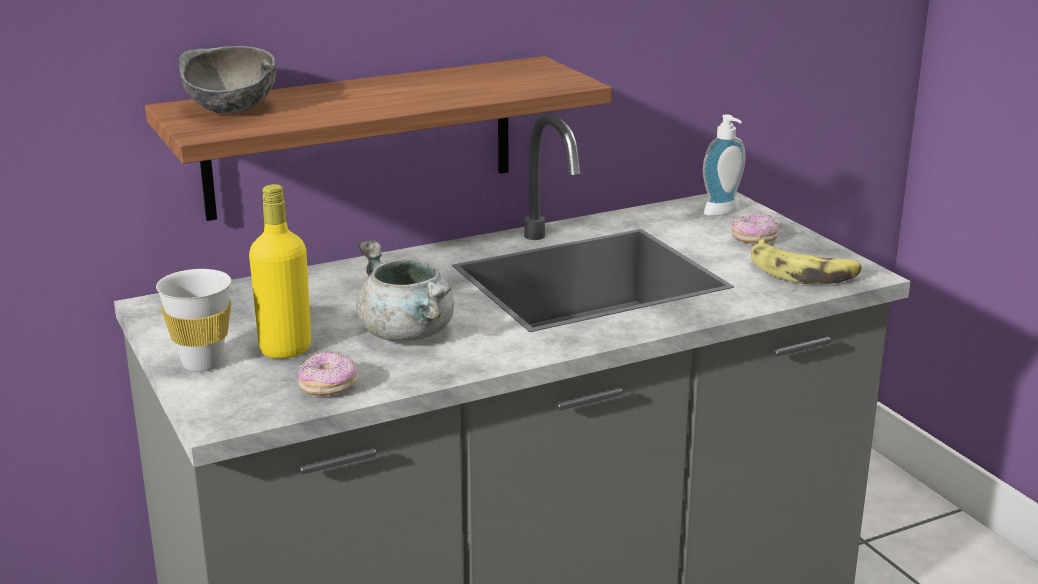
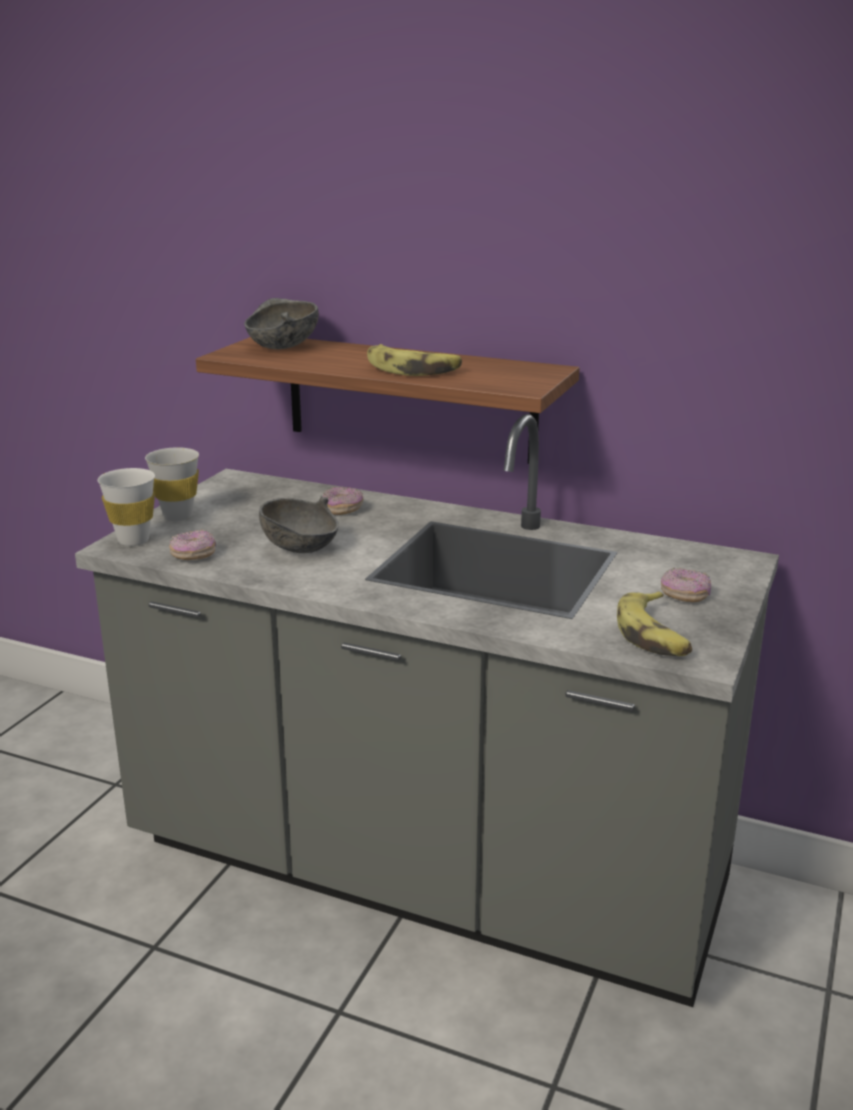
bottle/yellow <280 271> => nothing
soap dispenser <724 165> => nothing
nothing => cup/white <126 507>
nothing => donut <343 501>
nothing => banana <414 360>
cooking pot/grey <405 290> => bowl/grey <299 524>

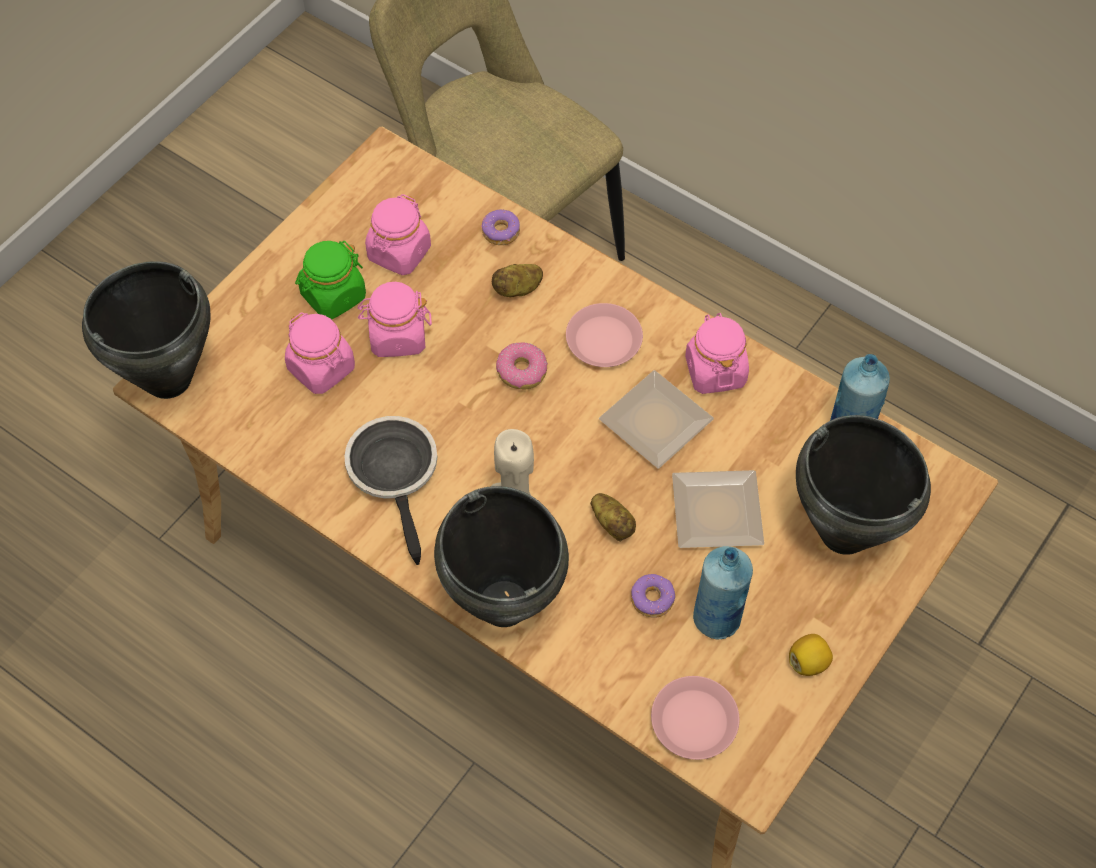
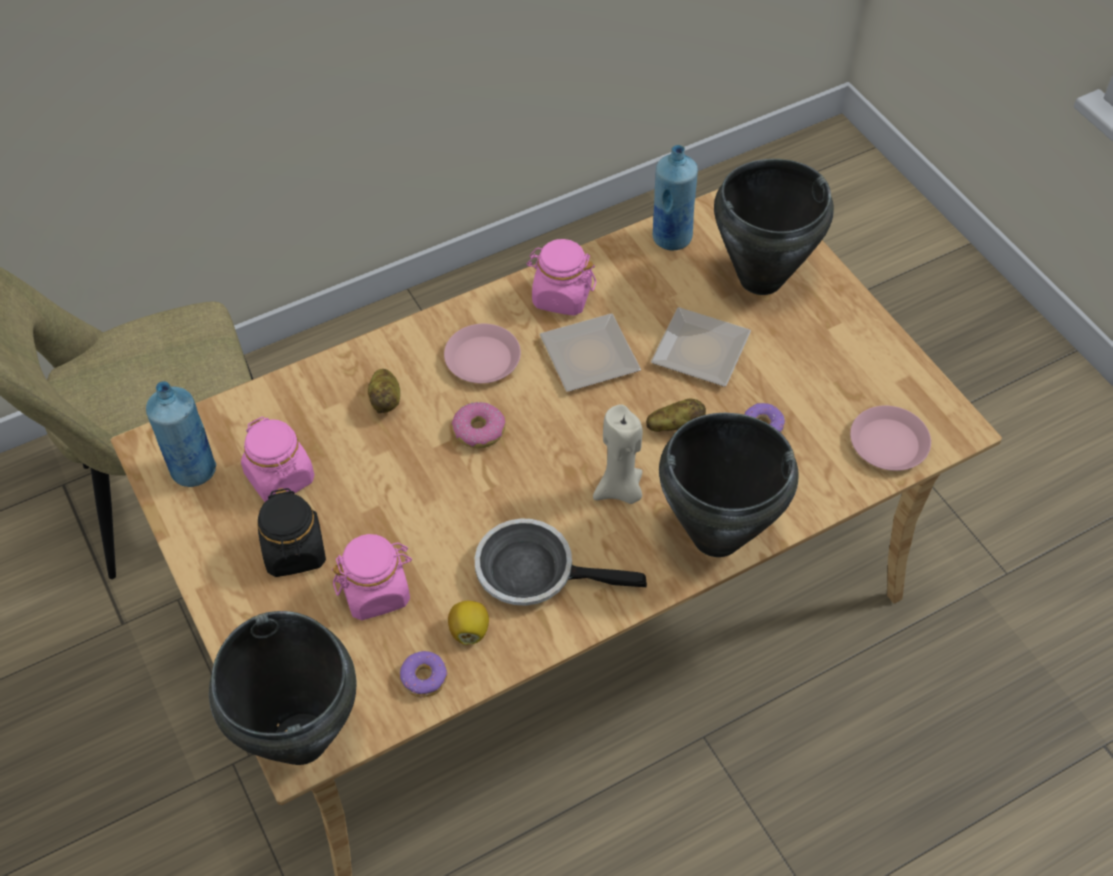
jar/pink <395 319> => nothing
donut <500 227> => donut <424 674>, relocated
bottle/blue <723 593> => bottle/blue <181 434>, relocated
lemon <811 655> => lemon <468 623>, relocated
jar/green <330 280> => jar/black <291 532>

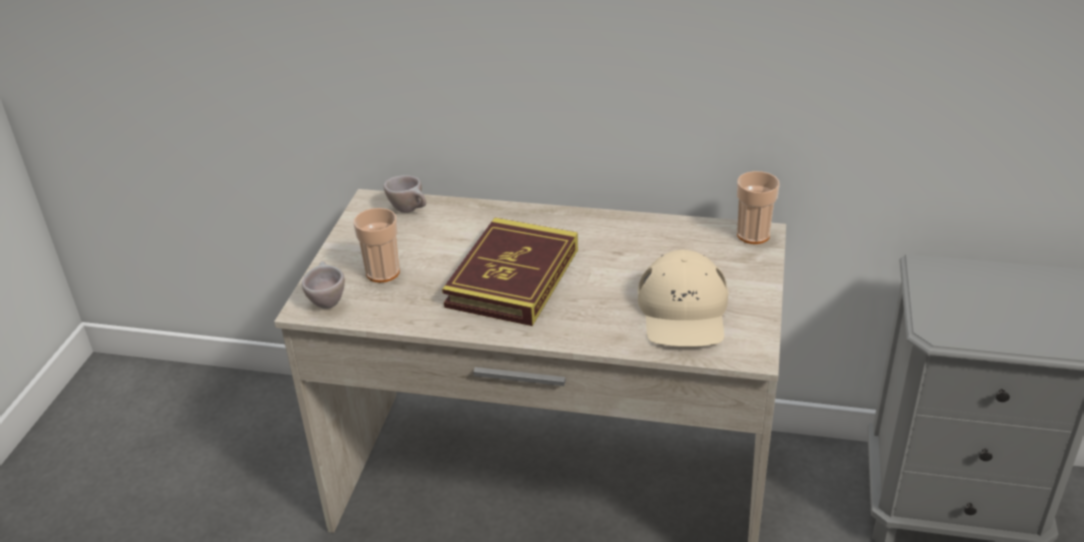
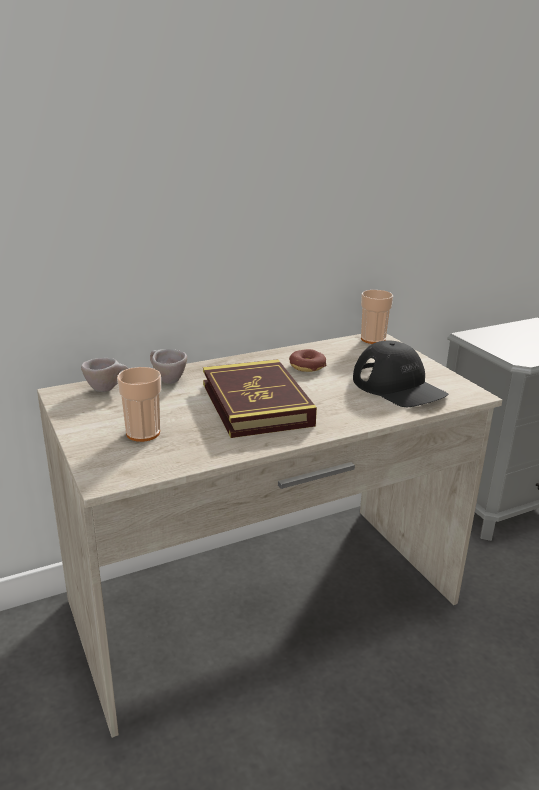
nothing => donut <307 360>
cup/beige <323 285> => cup/beige <168 366>, relocated
cap/beige <683 298> => cap/black <400 373>

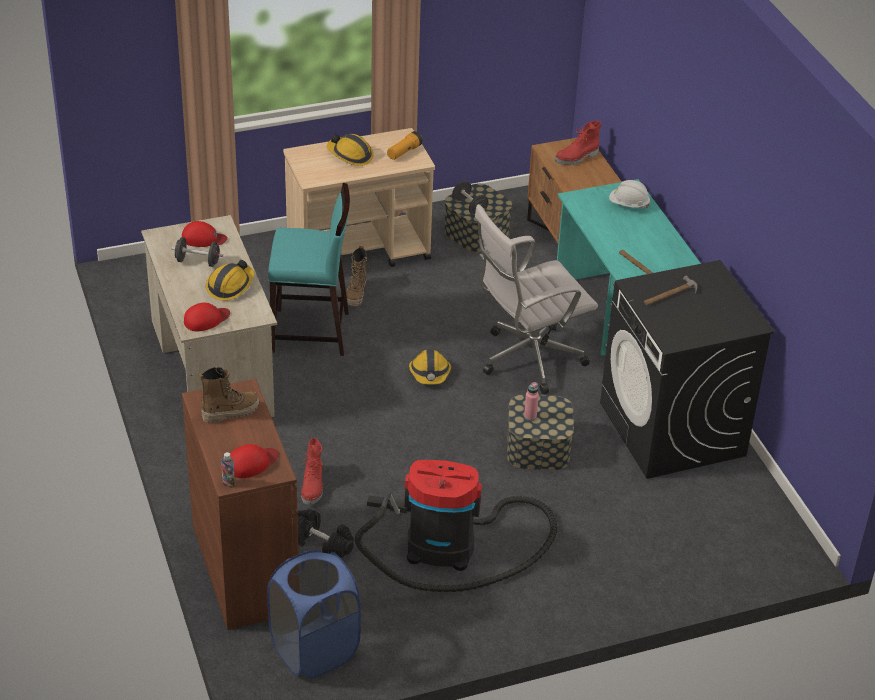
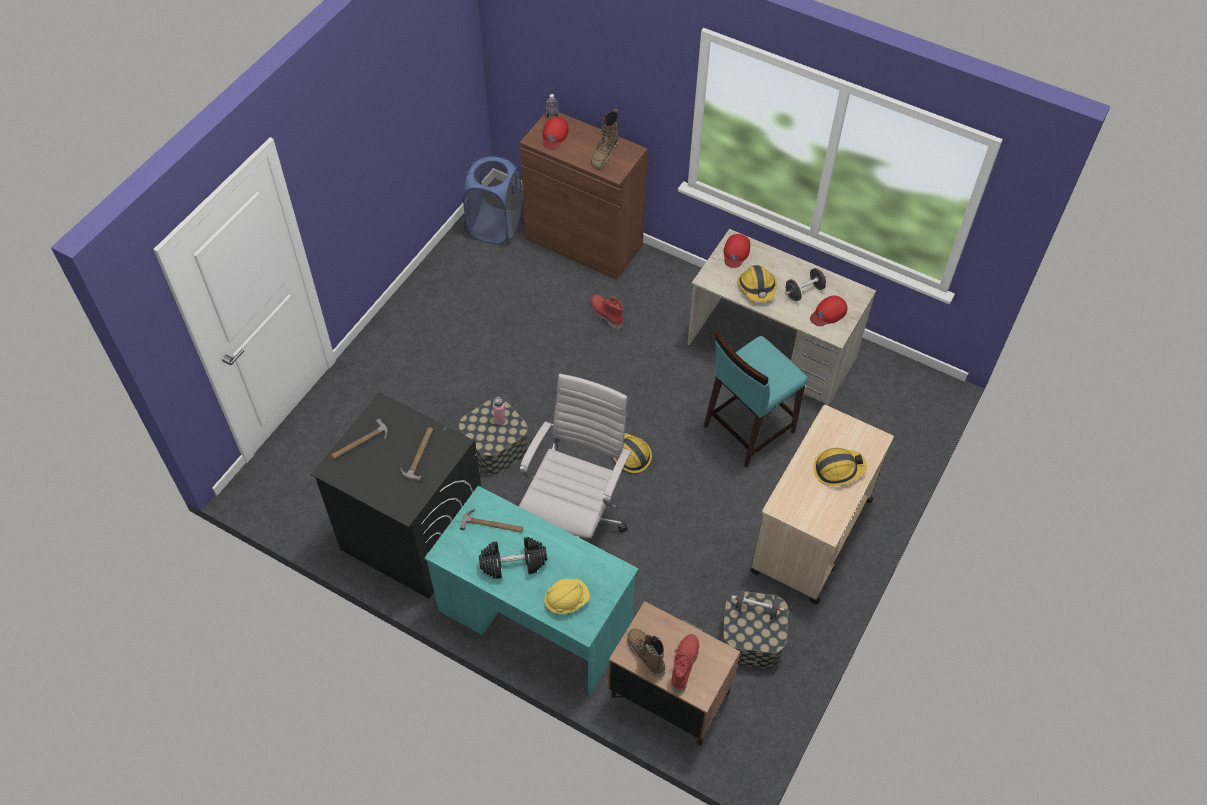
vacuum cleaner <456 526> => nothing
flashlight <405 145> => nothing
nothing => hammer <359 439>
dumbbell/black <326 533> => dumbbell/black <513 558>, relocated
boot <356 275> => boot <646 653>, relocated
hard hat/white <629 194> => hard hat/yellow <567 596>

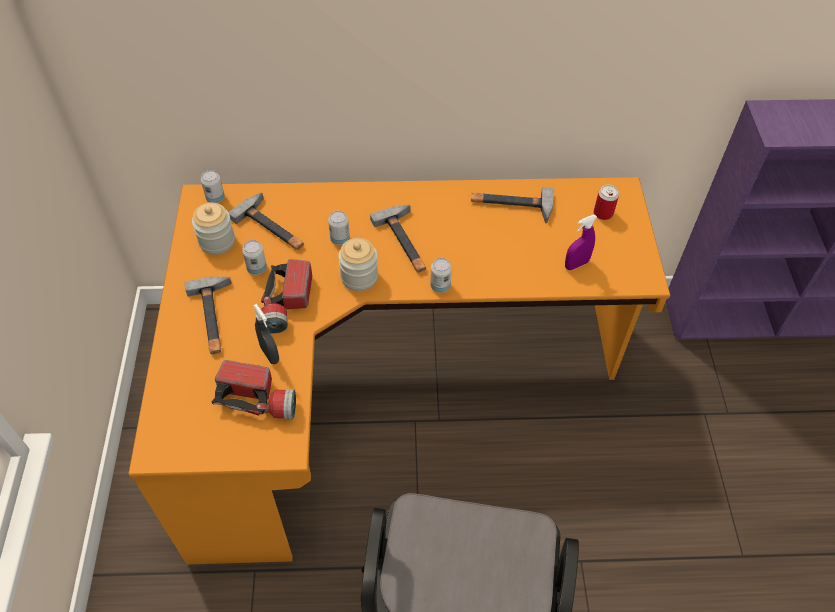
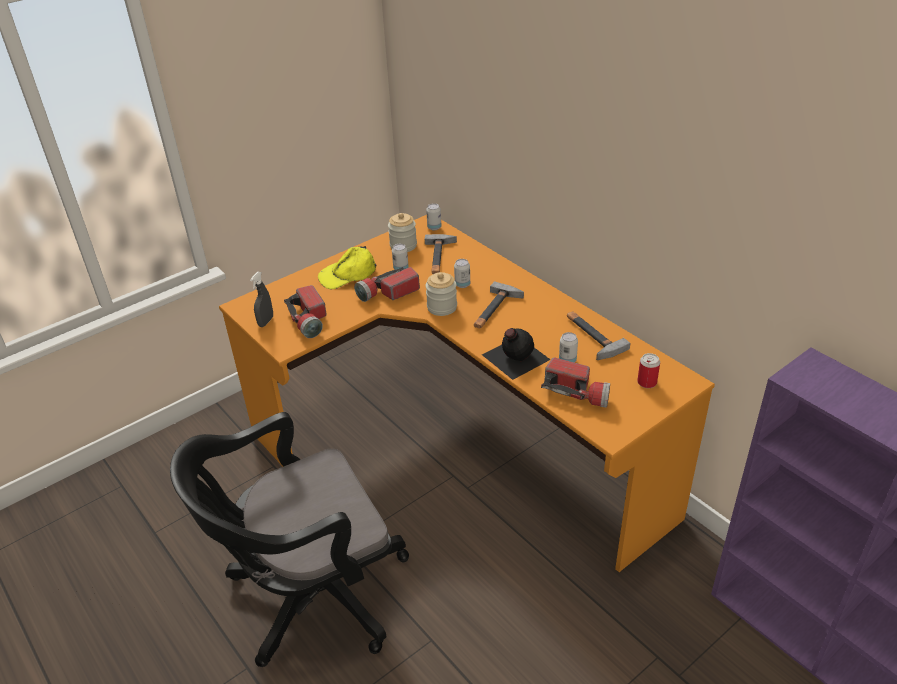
nothing => bottle/black <516 354>
spray bottle/grey <266 334> => spray bottle/grey <261 299>, relocated
can <441 275> => can <568 347>, relocated
hammer <208 316> => cap/yellow <347 267>
spray bottle/purple <581 242> => flashlight <575 383>

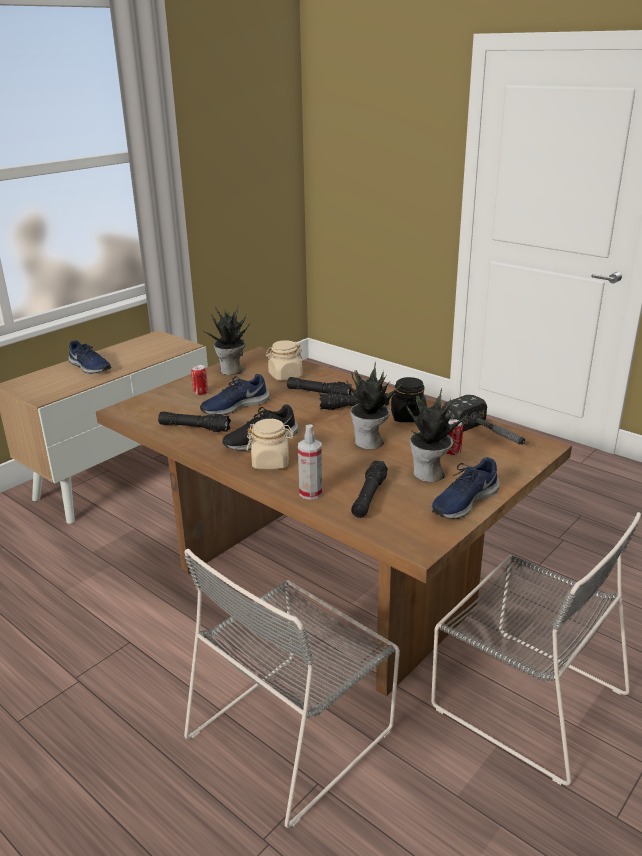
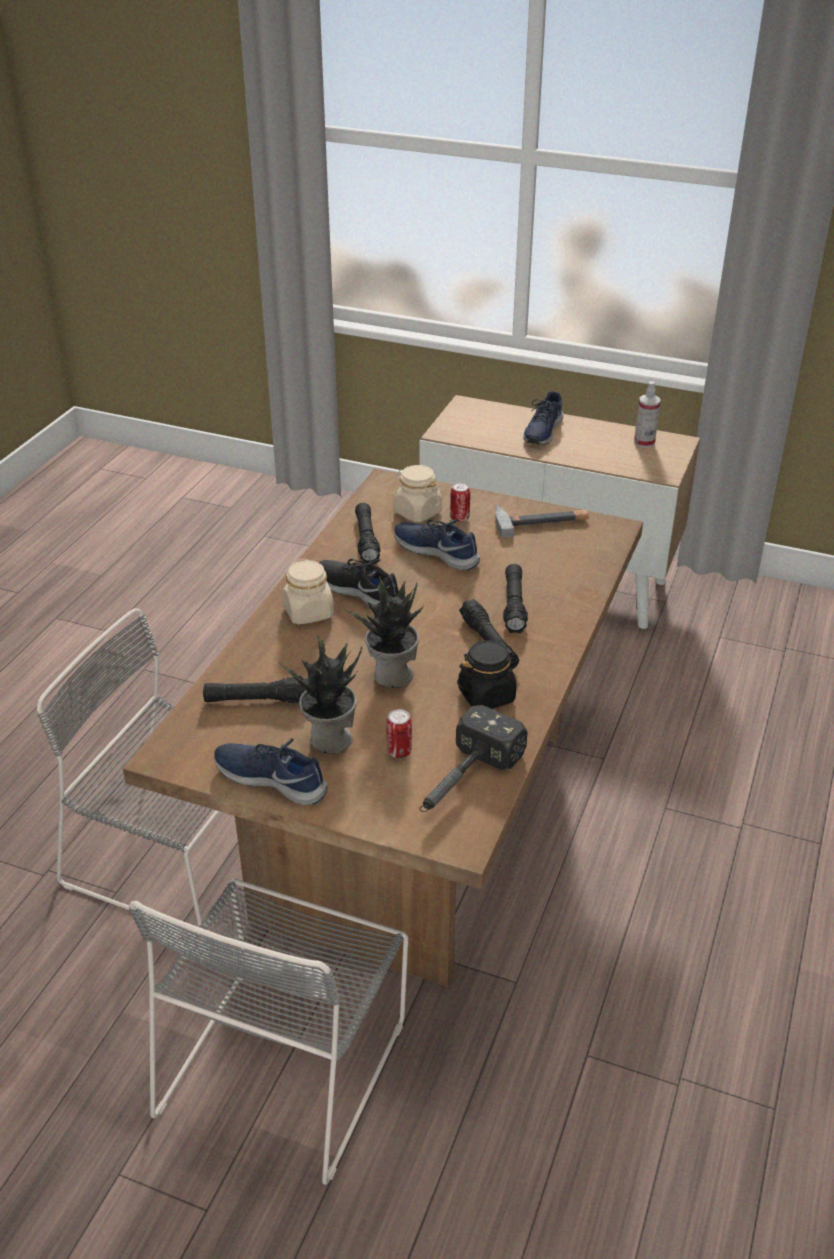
jar/beige <284 360> => jar/beige <418 493>, relocated
spray bottle <310 462> => spray bottle <647 414>, relocated
potted plant <226 339> => hammer <542 521>

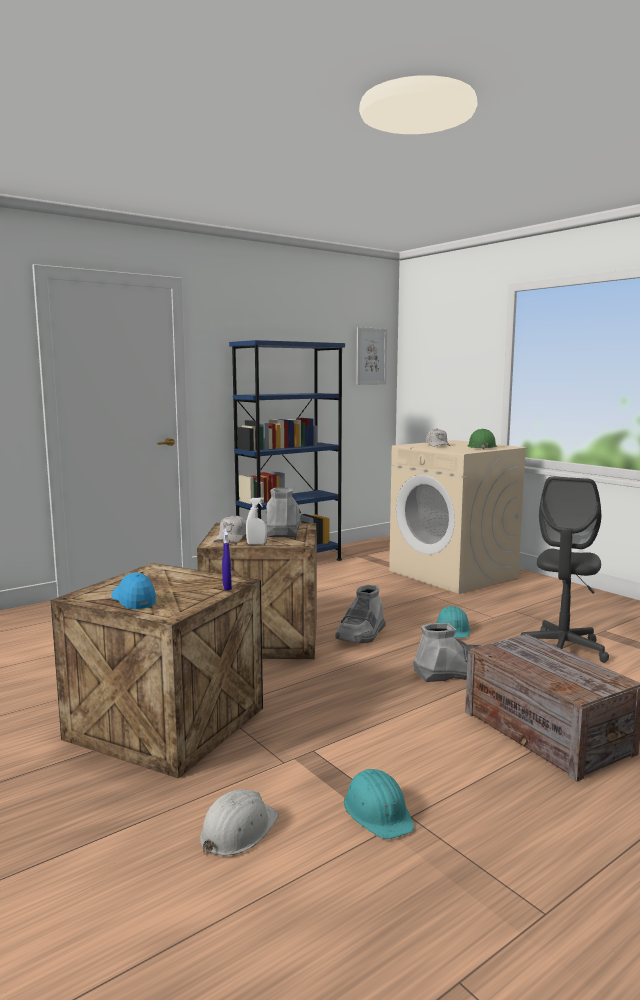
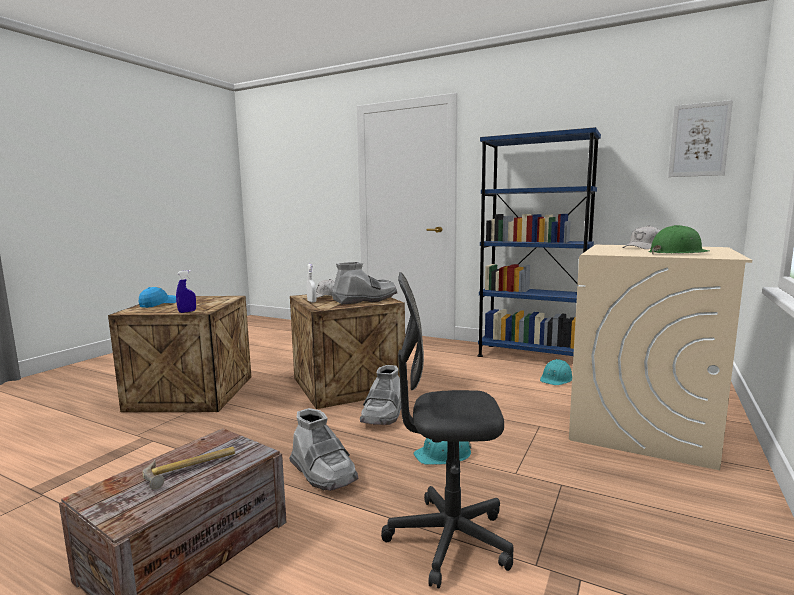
hard hat/white <239 822> => nothing
nothing => hammer <188 468>
hard hat/turquoise <379 804> => hard hat/turquoise <556 372>, relocated
boot/grey <360 614> => boot/grey <380 395>, 75 degrees counterclockwise

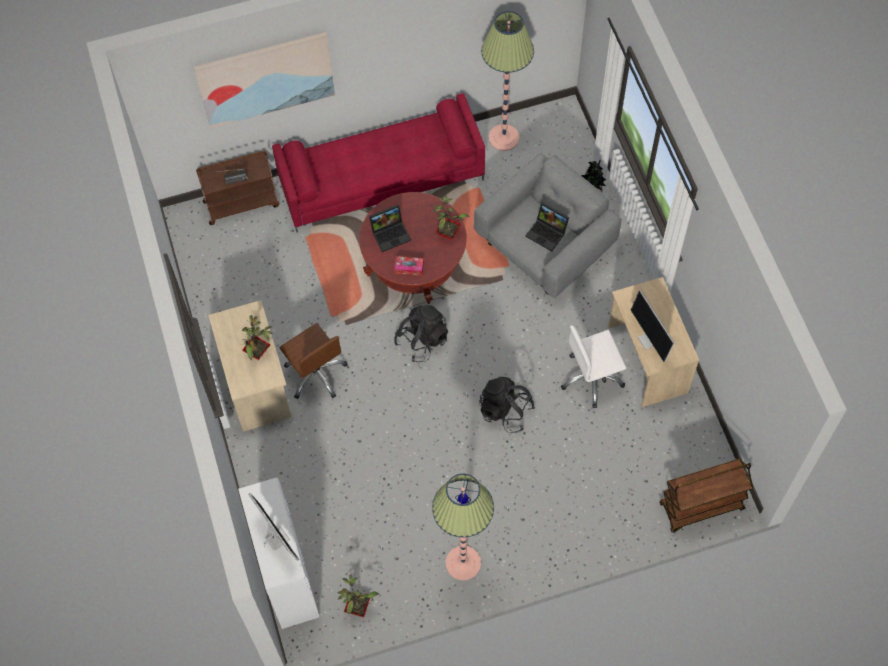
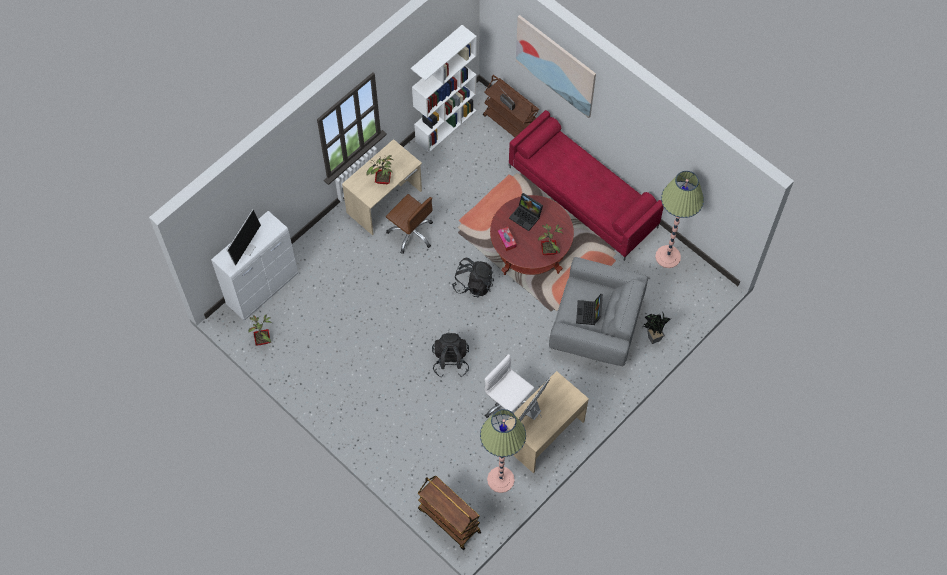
nothing => bookcase/white <444 89>
floor lamp <463 526> => floor lamp <503 451>, relocated
office chair/brown <313 361> => office chair/brown <409 224>, 75 degrees counterclockwise

